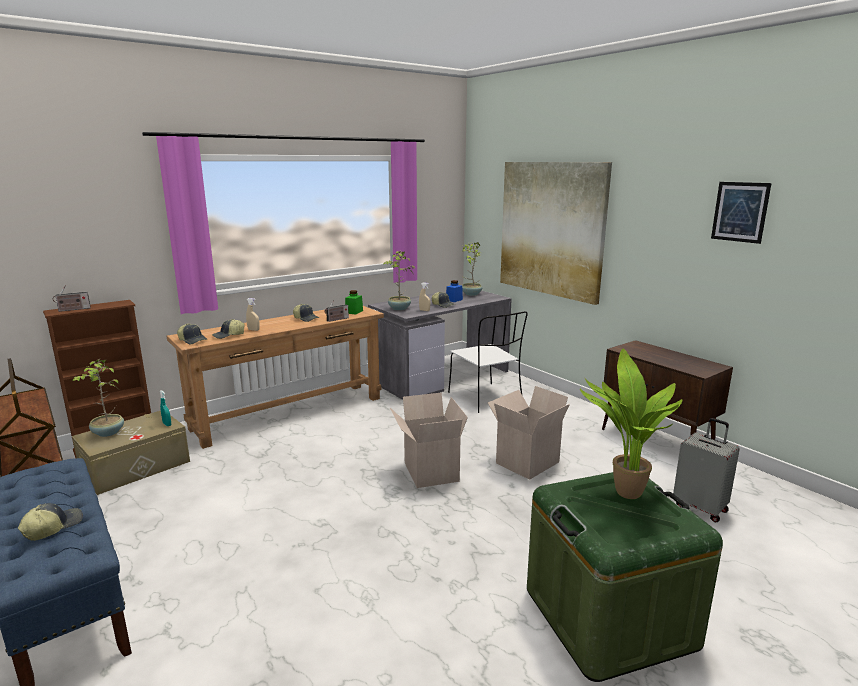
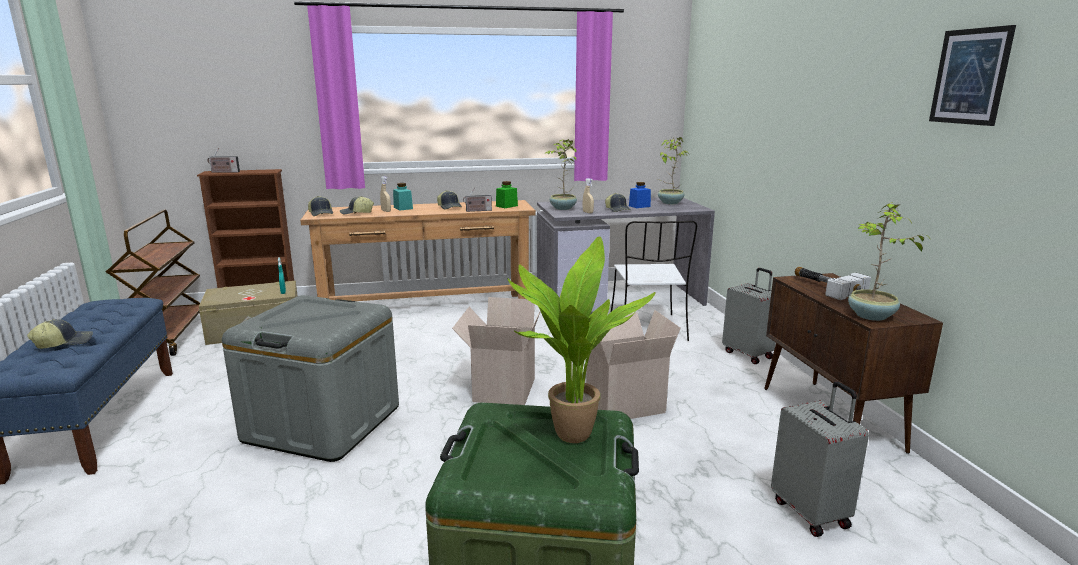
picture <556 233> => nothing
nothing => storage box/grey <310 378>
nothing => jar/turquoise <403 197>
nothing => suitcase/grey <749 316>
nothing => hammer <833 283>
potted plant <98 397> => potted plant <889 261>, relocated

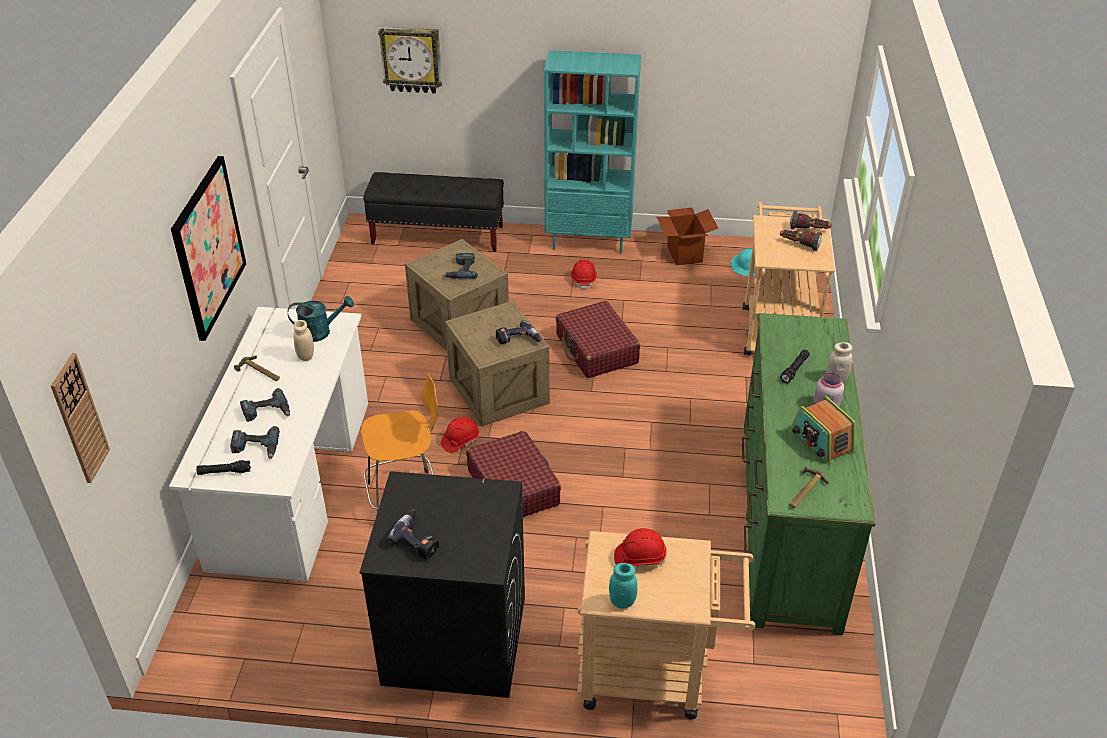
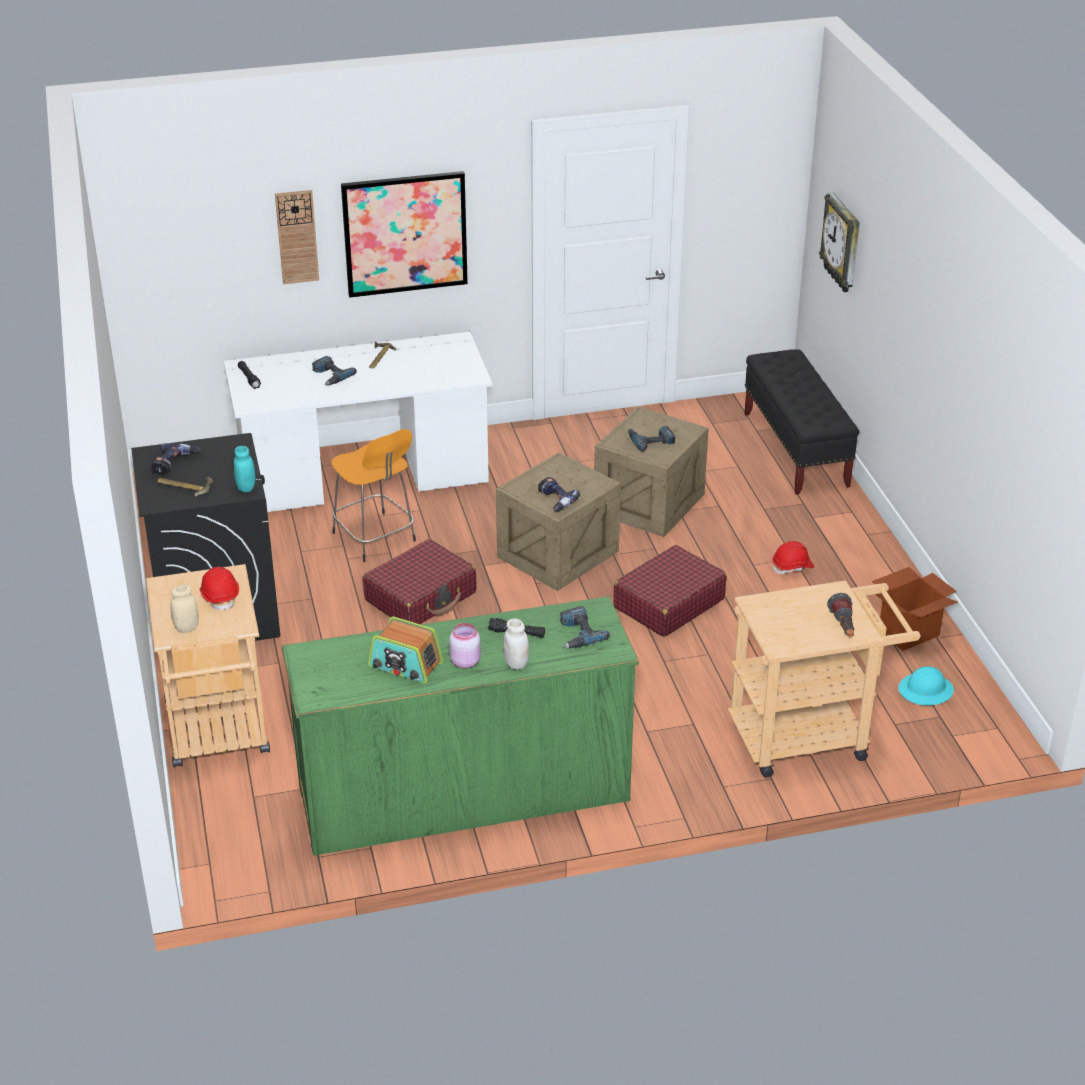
watering can/turquoise <321 319> => nothing
hard hat/red <460 435> => nothing
bookcase/turquoise <592 152> => nothing
flashlight <801 240> => nothing
wall clock <80 418> => wall clock <297 237>, relocated
power drill <255 442> => power drill <585 627>, relocated
jar/beige <303 340> => jar/beige <185 609>, relocated
jar/turquoise <623 585> => jar/turquoise <245 469>, relocated
hammer <809 486> => hammer <185 487>, relocated
radio <823 430> => radio <405 649>, 105 degrees counterclockwise

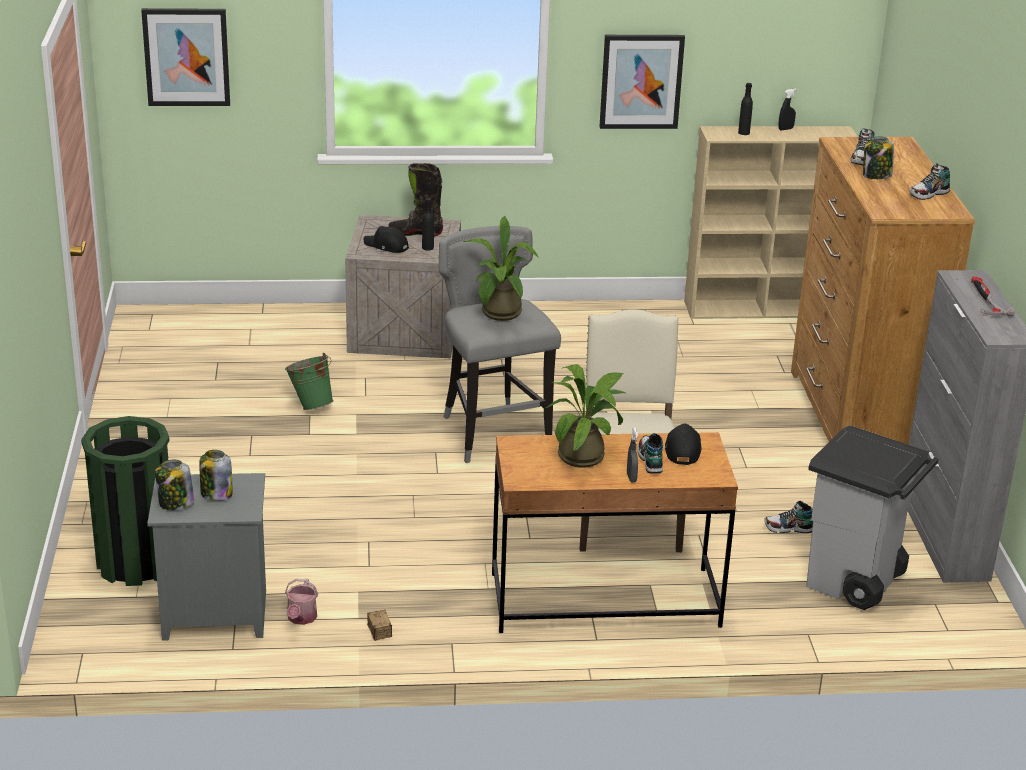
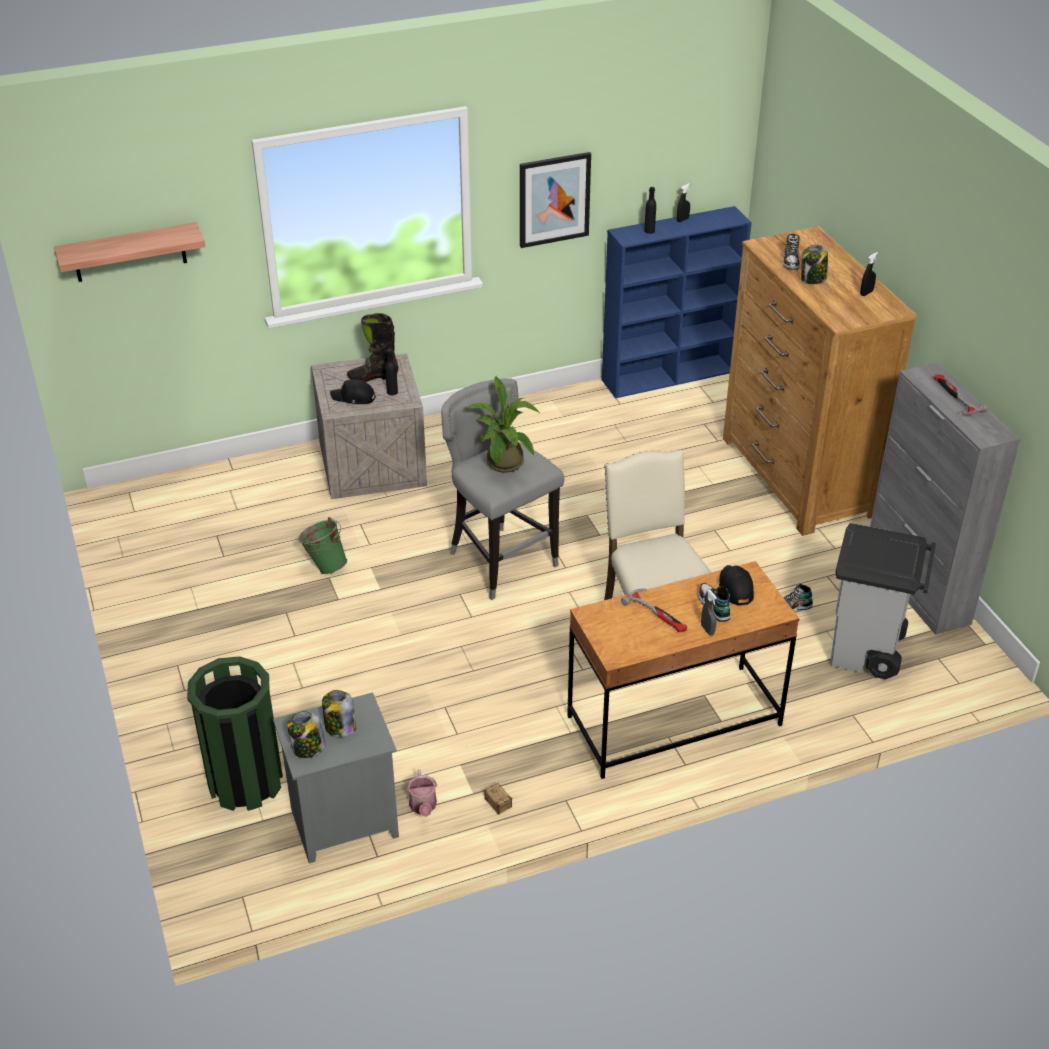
picture <185 57> => shelf <130 252>
potted plant <586 416> => hammer <654 610>
shoe <930 181> => spray bottle/black <869 274>
bookcase/beige <771 222> => bookcase/blue <677 302>

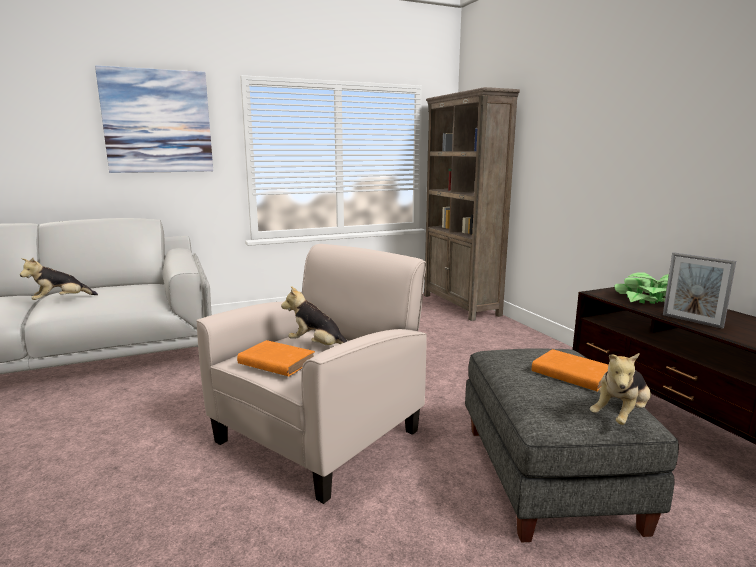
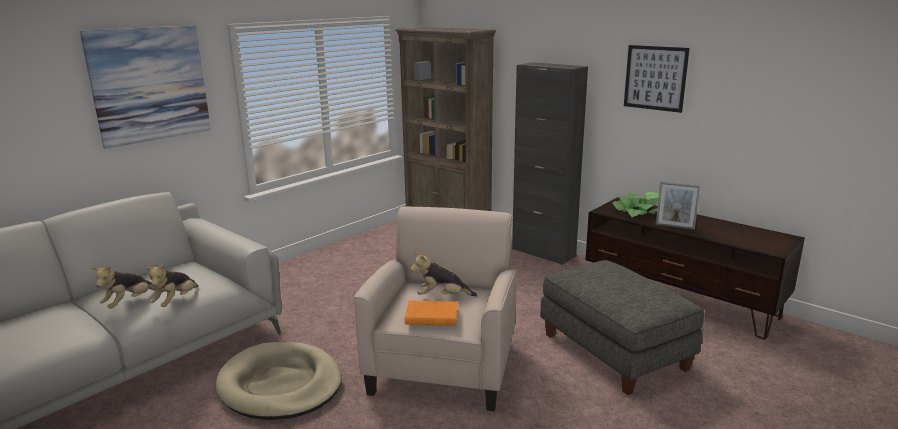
book/orange <570 370> => nothing
nothing => dog bed/beige <279 381>
nothing => cabinet/black <550 163>
nothing => picture <657 79>
plush toy <620 389> => plush toy <172 285>, relocated

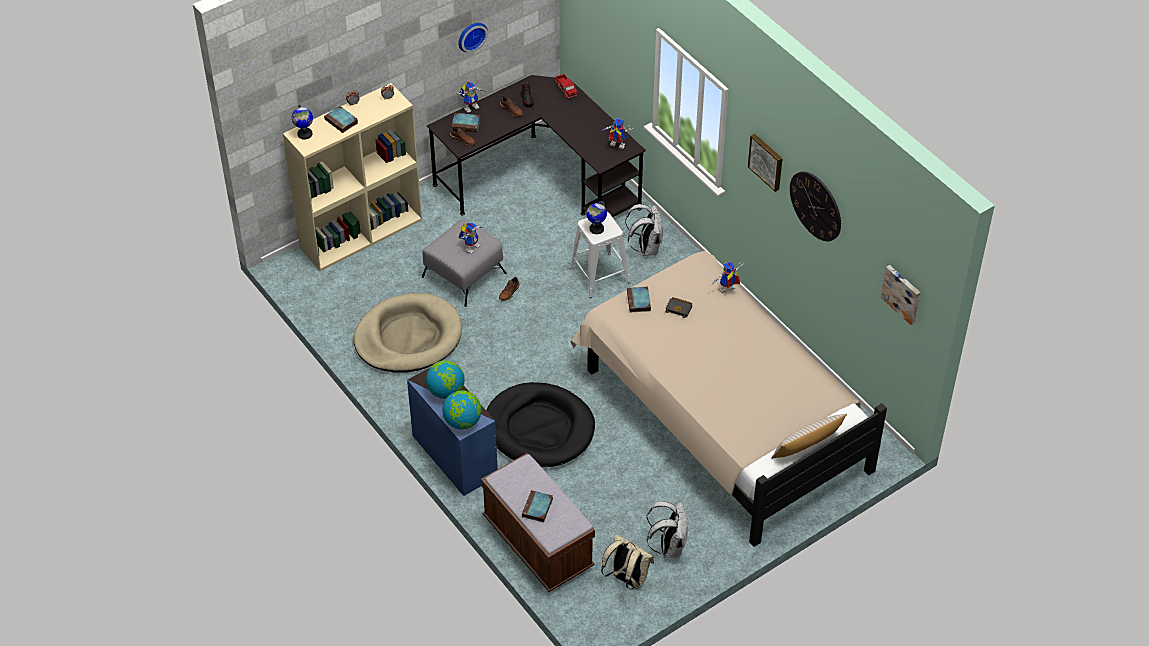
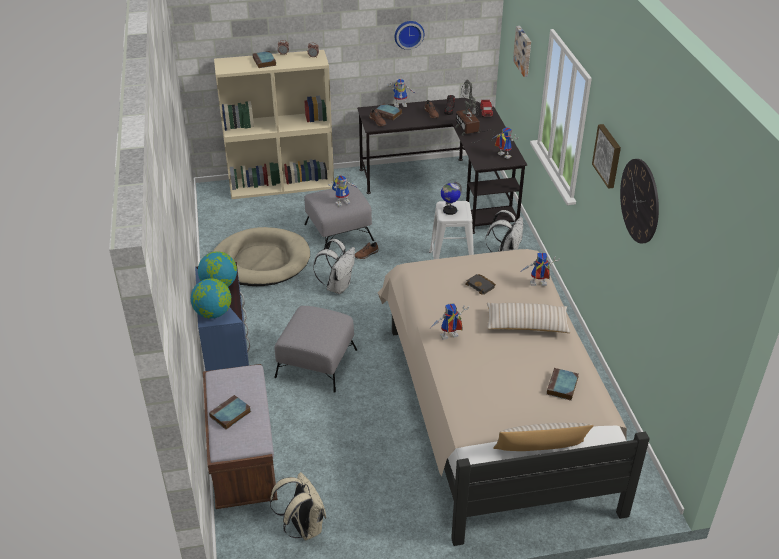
globe <302 122> => nothing
nothing => toy robot <449 322>
nothing => table lamp <474 111>
nothing => pillow/beige <528 318>
book <639 300> => book <563 384>, relocated
backpack/white <667 529> => backpack/white <334 266>, relocated
picture <900 295> => picture <522 51>, relocated
dog bed/black <540 424> => ottoman/grey <315 349>

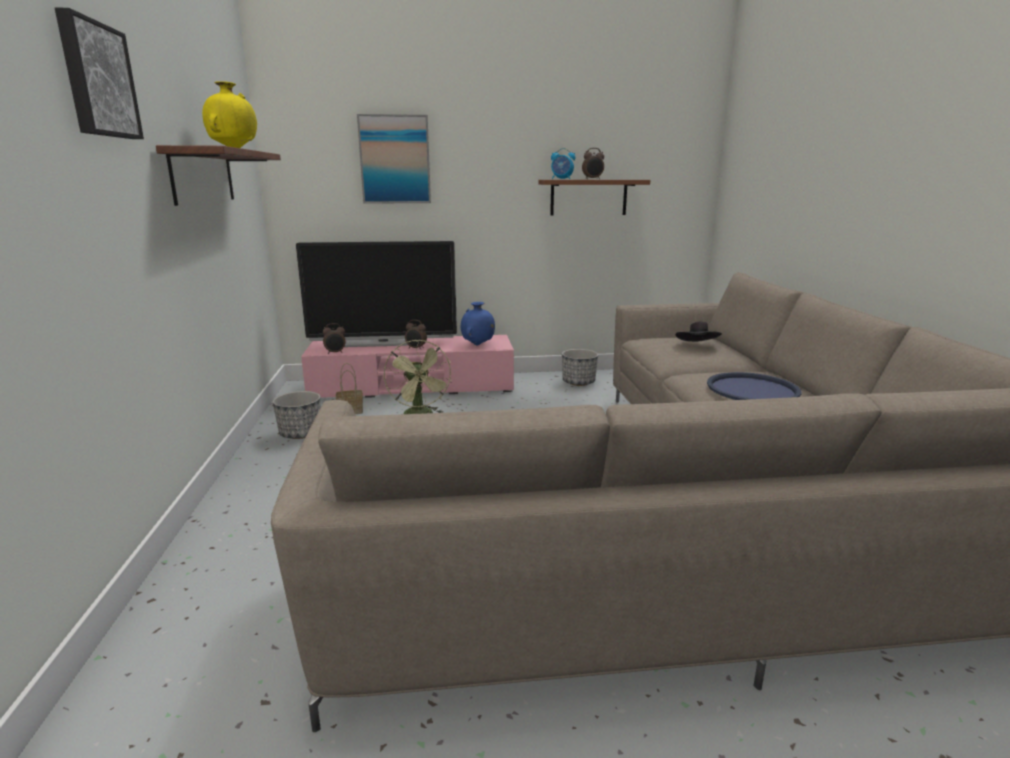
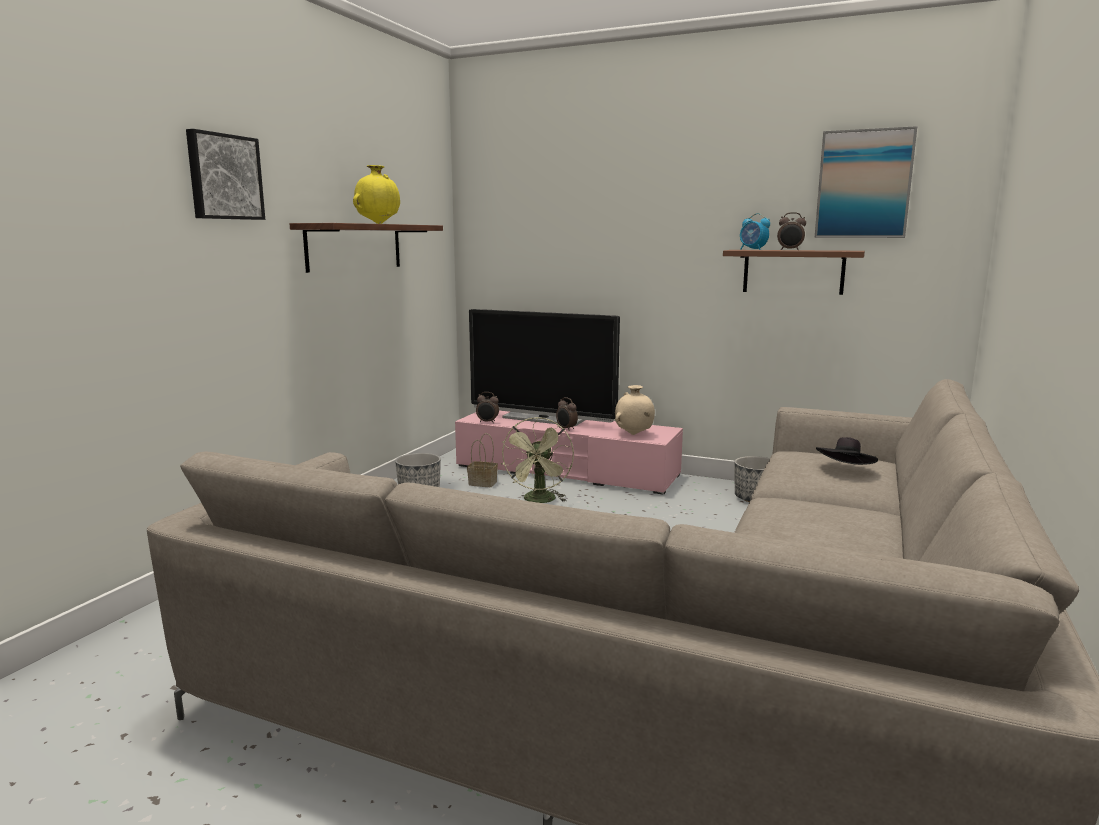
tray/blue <754 386> => nothing
picture <394 159> => picture <866 182>, relocated
vase/blue <478 323> => vase/beige <635 410>

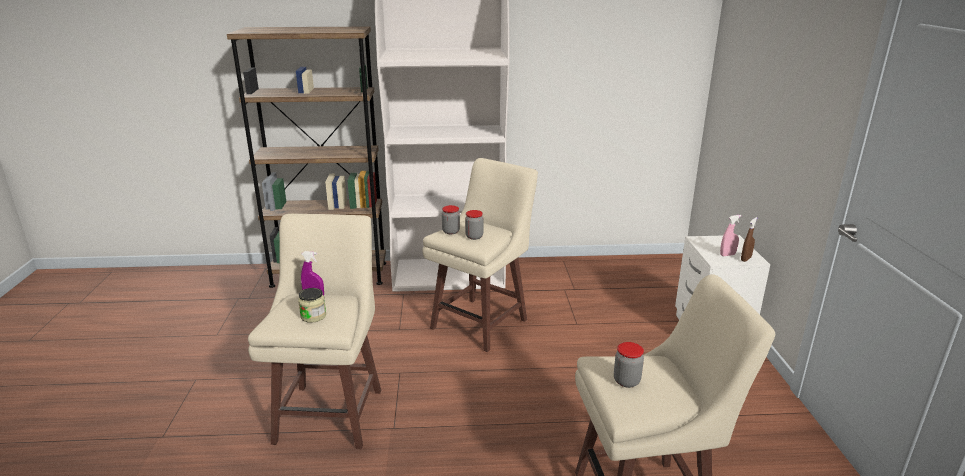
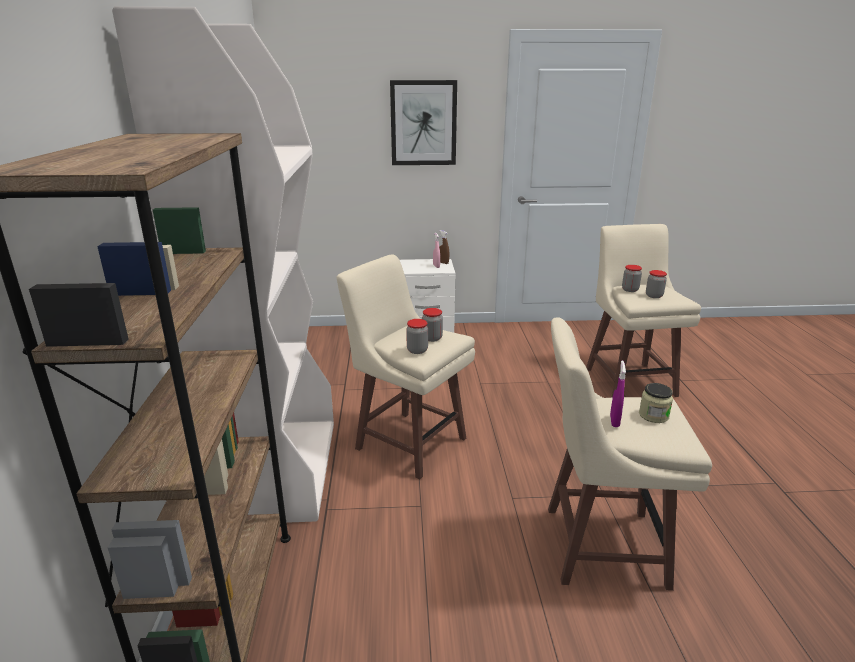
nothing => picture <423 122>
nothing => jar <632 278>

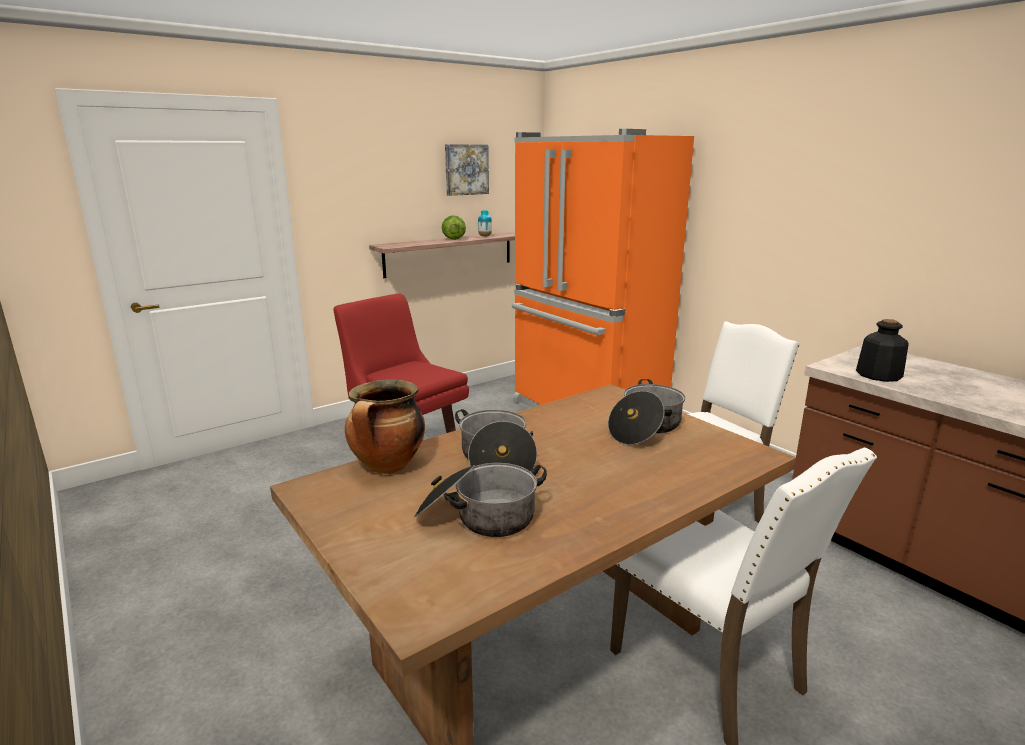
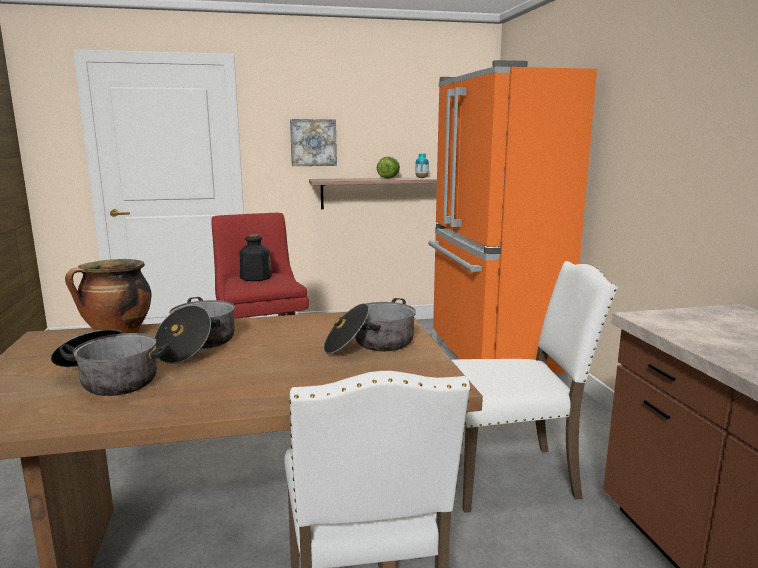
picture <467 170> => picture <313 142>, relocated
bottle <882 350> => bottle <256 257>, relocated

